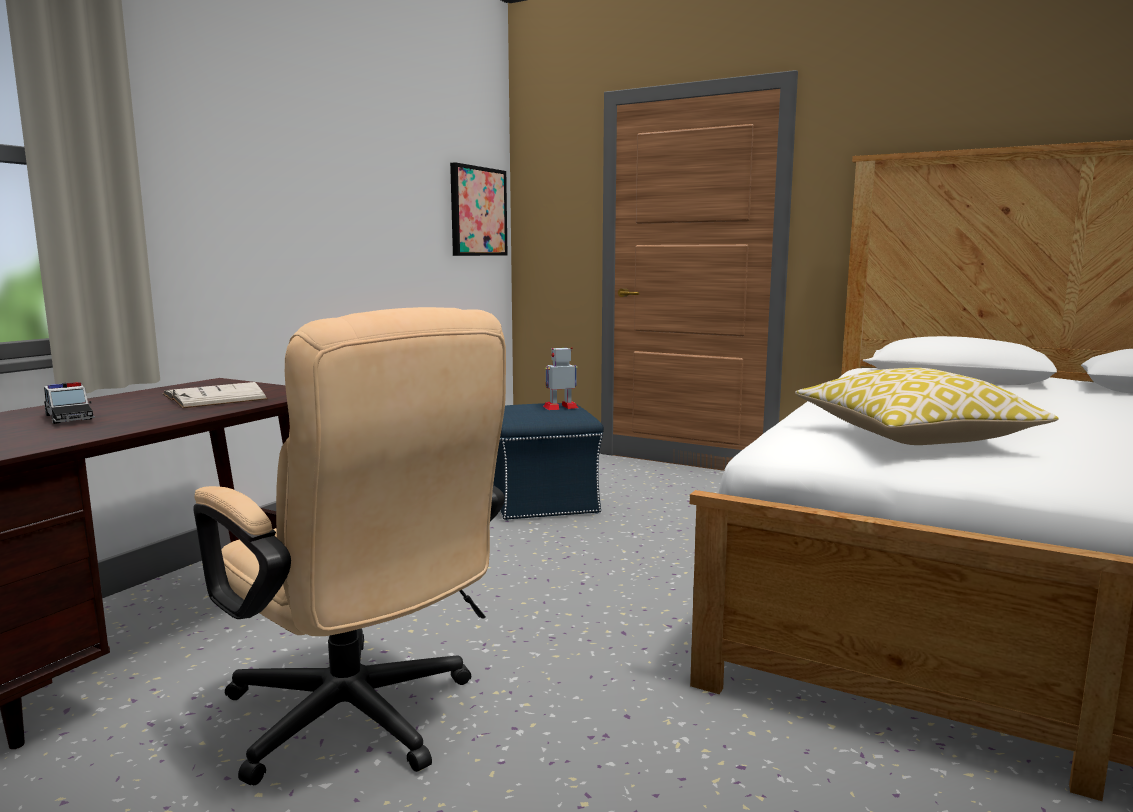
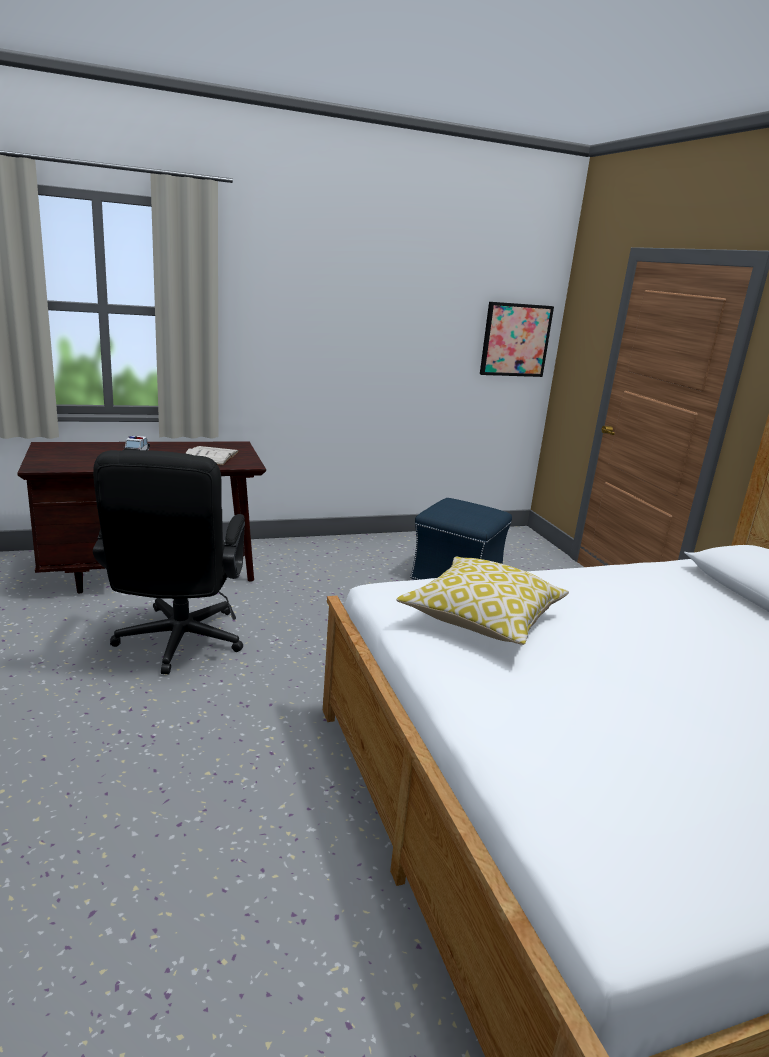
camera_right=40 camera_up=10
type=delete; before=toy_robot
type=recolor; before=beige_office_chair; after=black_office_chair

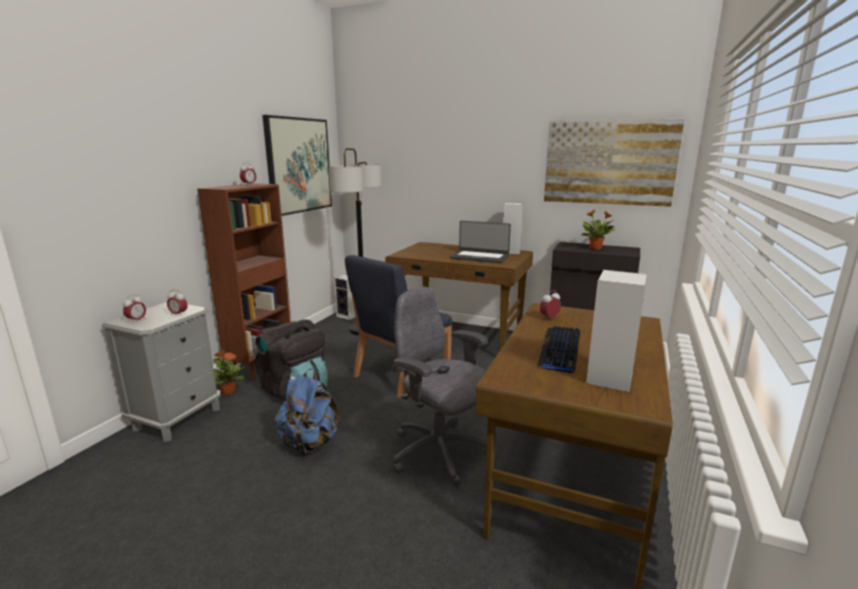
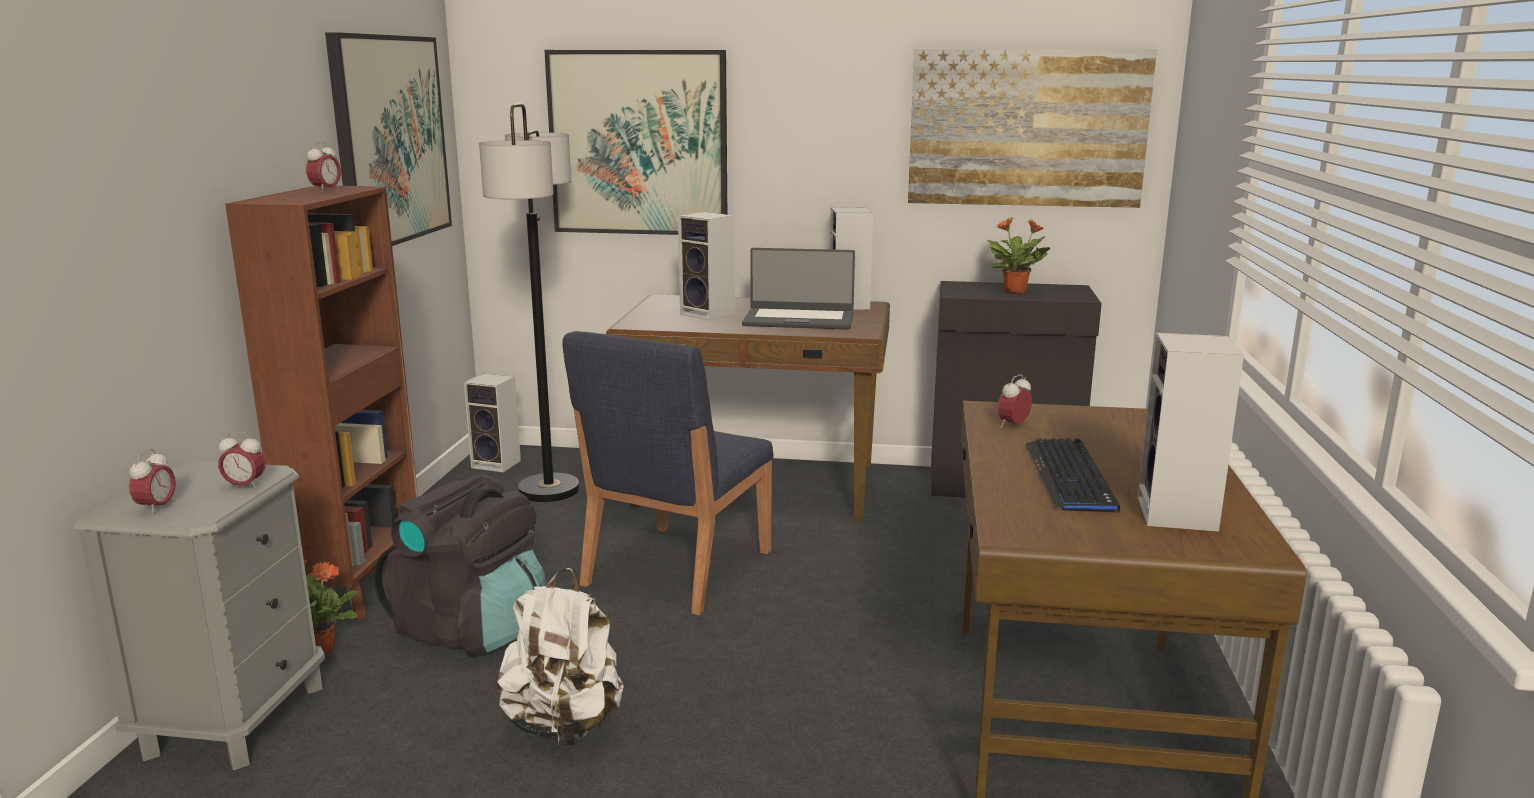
camera_right=-15 camera_up=0
type=delete; before=grey_office_chair
type=insert; after=picture (2nd from left)
type=insert; after=speaker (2nd from left)
type=recolor; before=blue_backpack; after=white_backpack

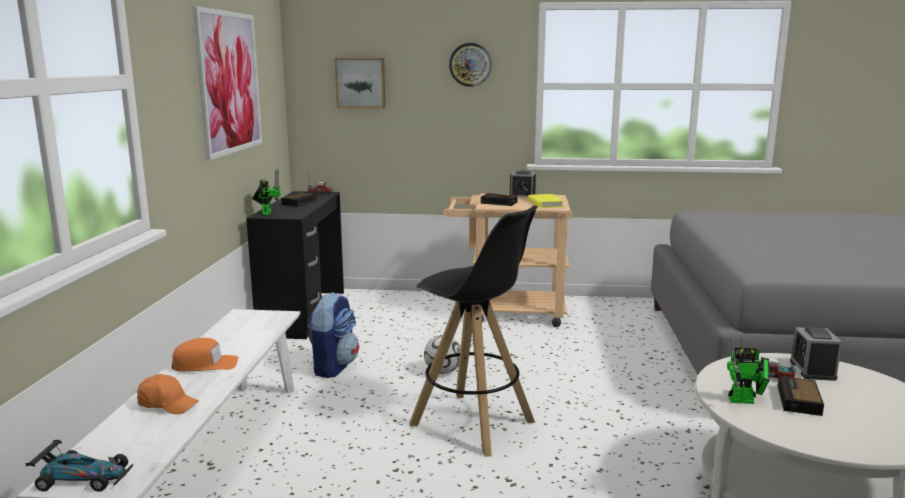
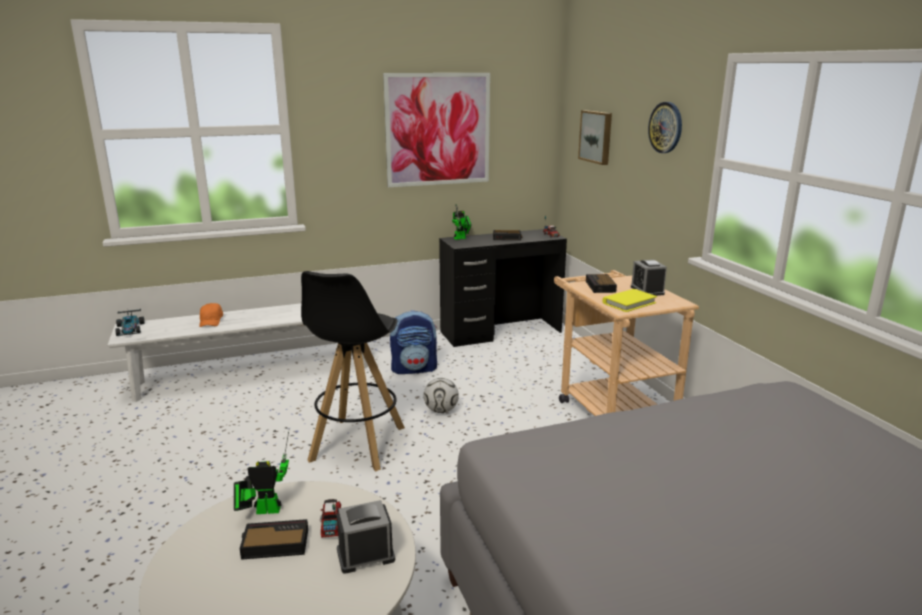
camera_right=65 camera_up=5
type=delete; before=orange_cap (2nd from left)
type=rotate; before=toy_robot (2nd from left in the first image); turn=105

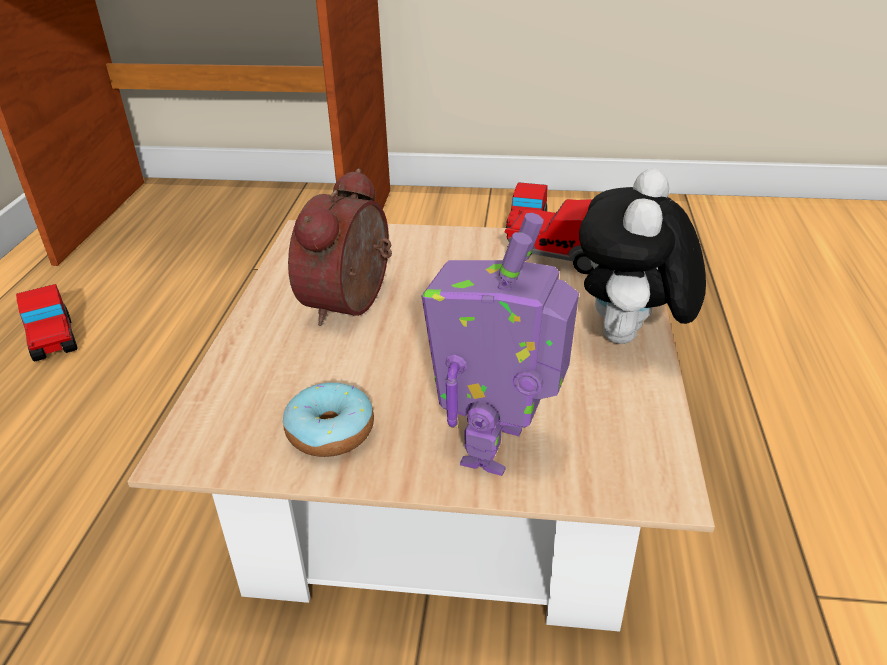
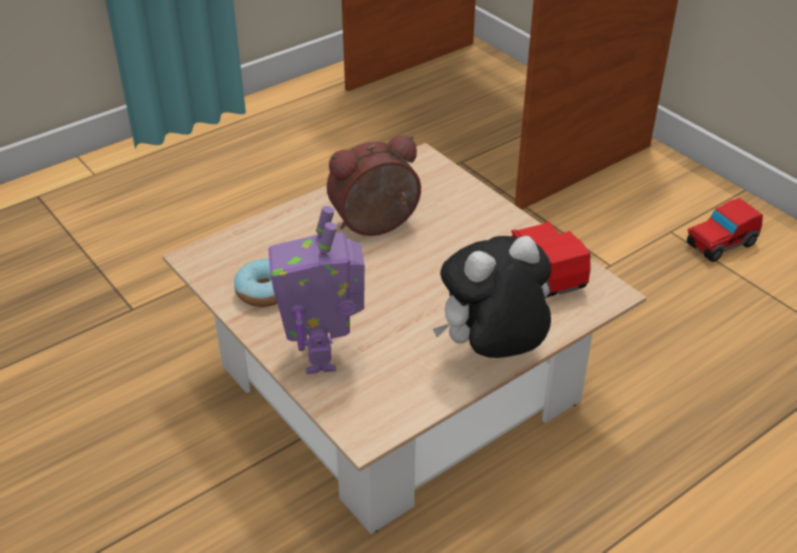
camera_right=45 camera_up=5
type=delete; before=toy_car (1st from left)
type=rotate; before=toy_robot; turn=-75

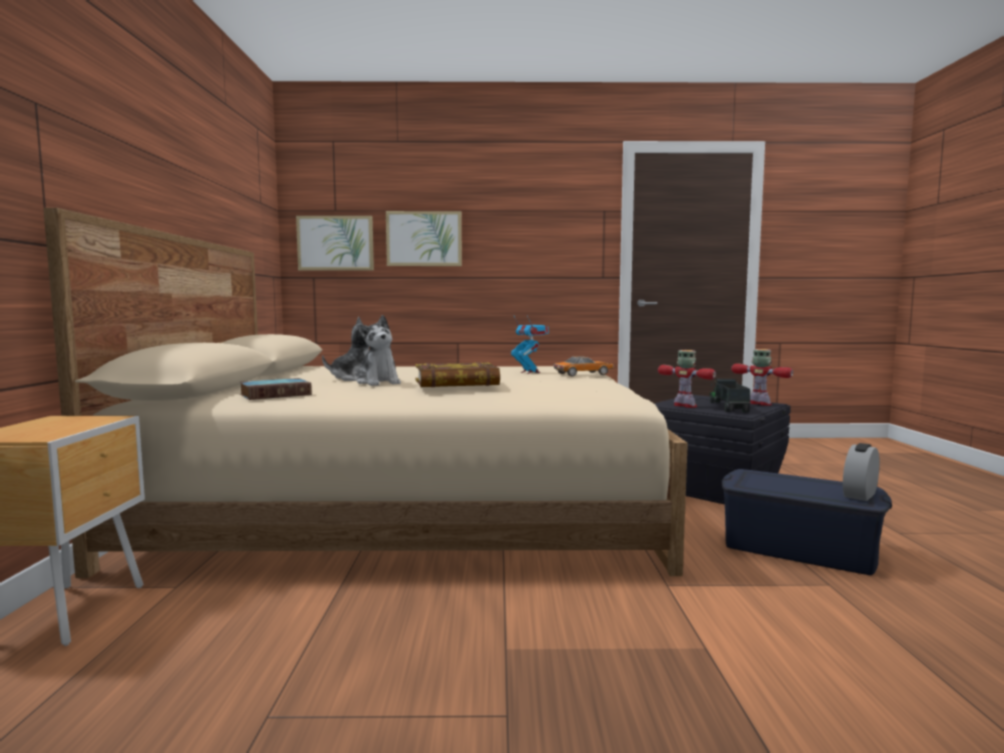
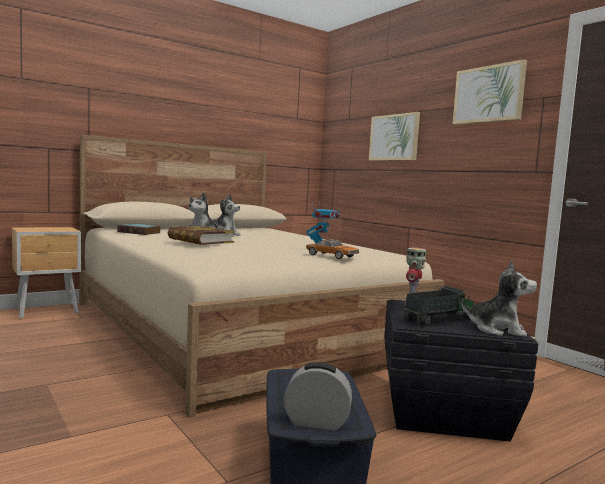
camera_right=55 camera_up=0
type=move; before=picture (1st from left in the first image); after=picture (2nd from left)
type=replace; before=toy_robot (3rd from left); after=plush_toy (3rd from left)

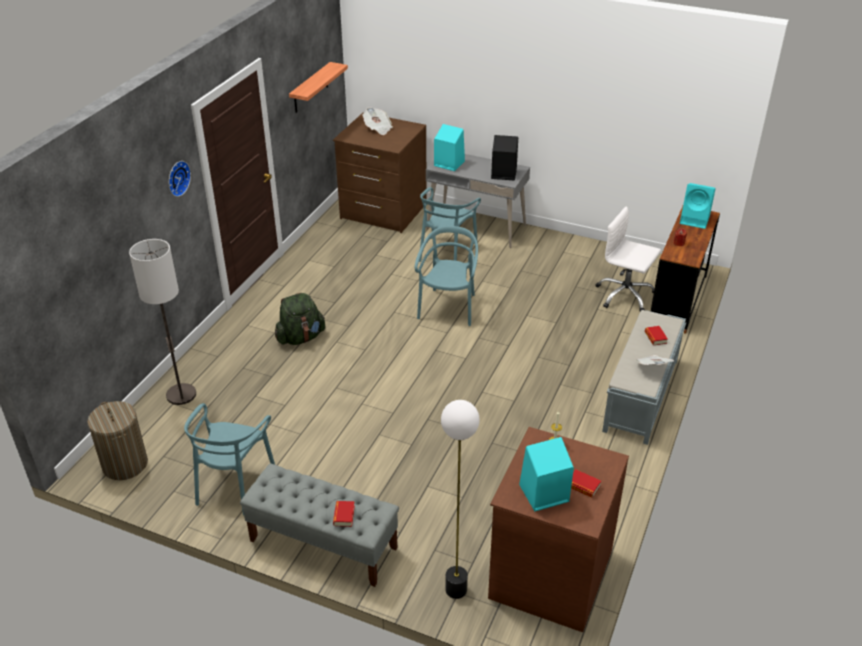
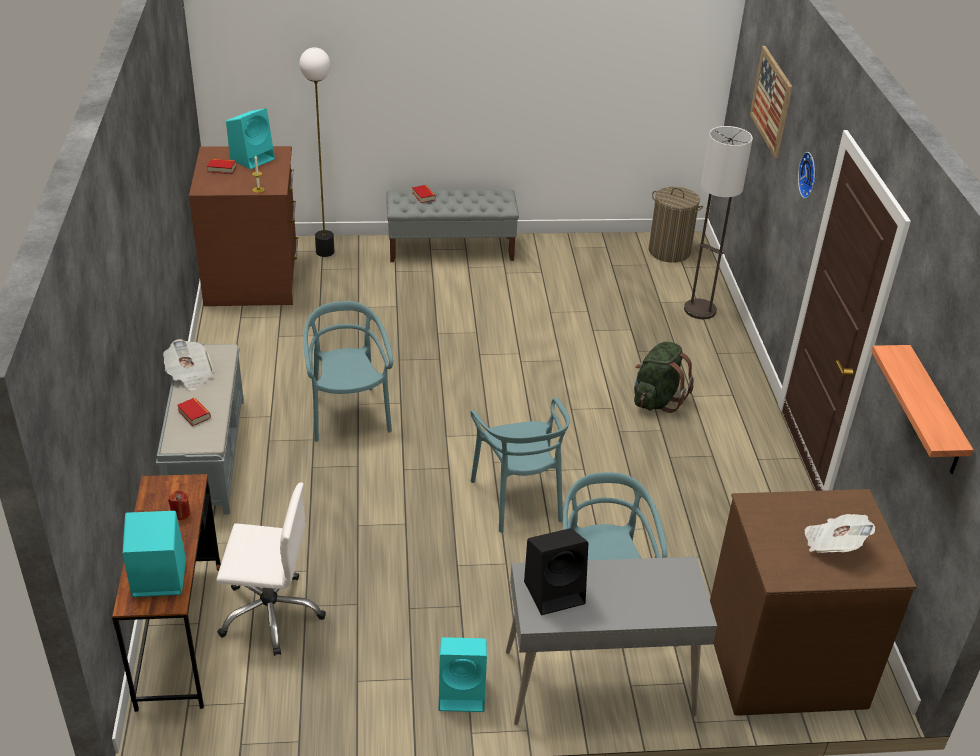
camera_right=150 camera_up=0
type=insert; after=picture
type=move; before=turquoise_chair (1st from left)
type=move; before=turquoise_speaker (1st from left in the first image); after=turquoise_speaker (3rd from left)

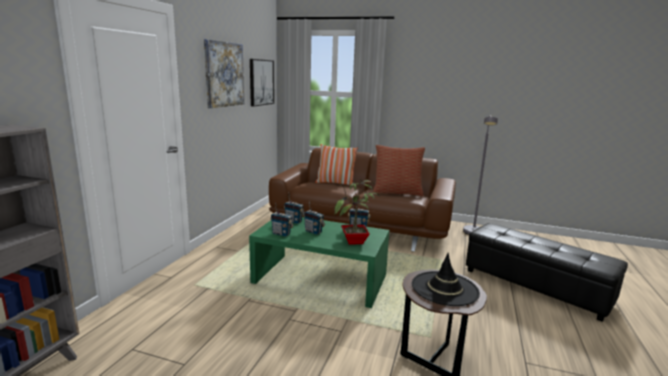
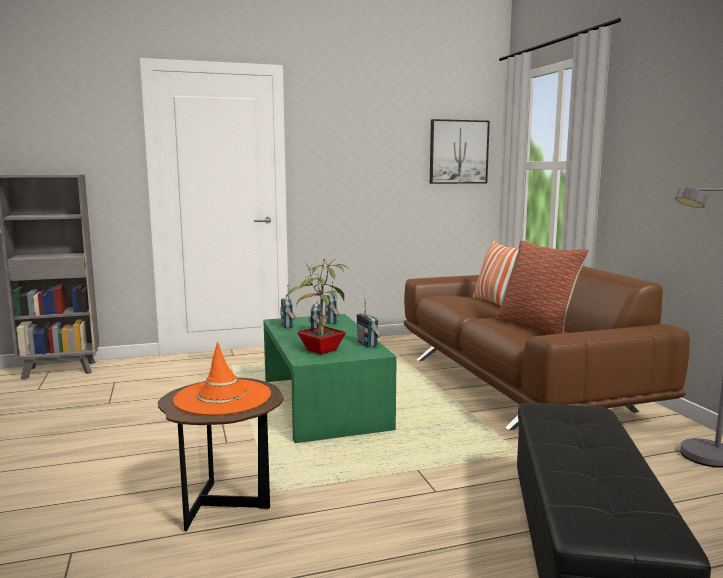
camera_right=55 camera_up=-5
type=delete; before=picture (1st from left)
type=recolor; before=black_hat; after=orange_hat

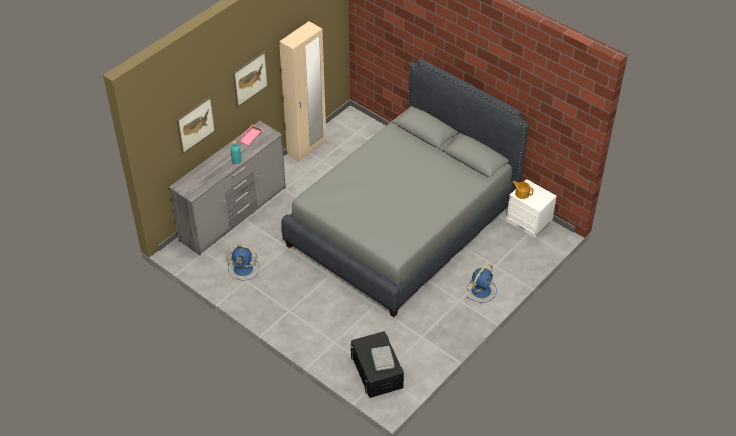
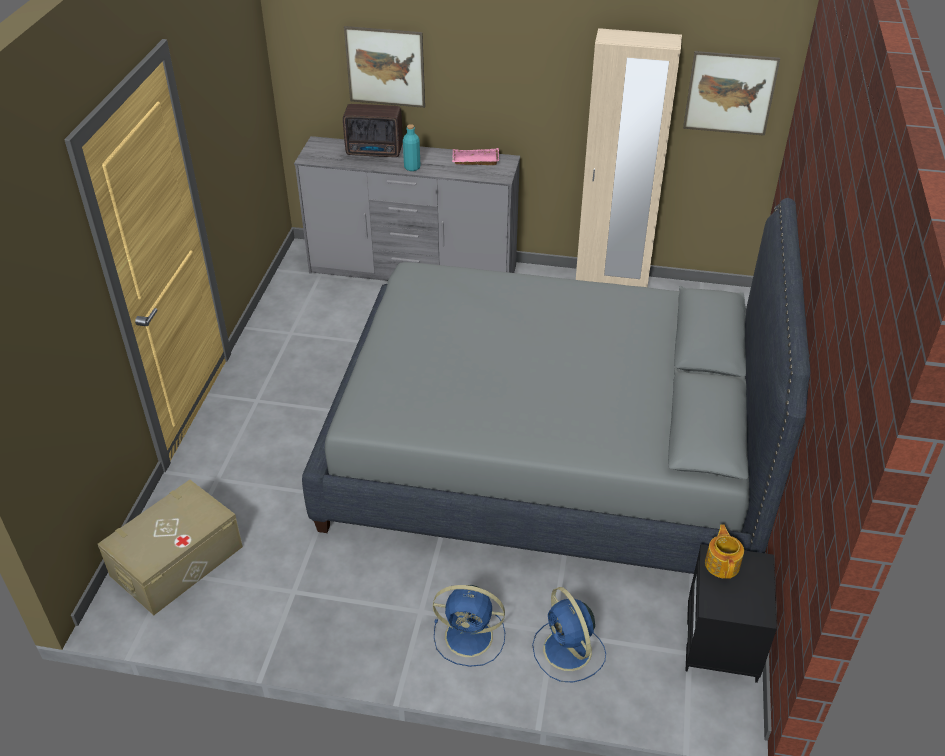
camera_right=60 camera_up=-5
type=delete; before=grey_book
type=insert; after=radio
type=move; before=blue_fan (1st from left in the first image); after=blue_fan (2nd from left)
type=move; before=picture (2nd from left)
type=recolor; before=black_storage_box; after=beige_storage_box
type=recolor; before=white_nightstand; after=black_nightstand

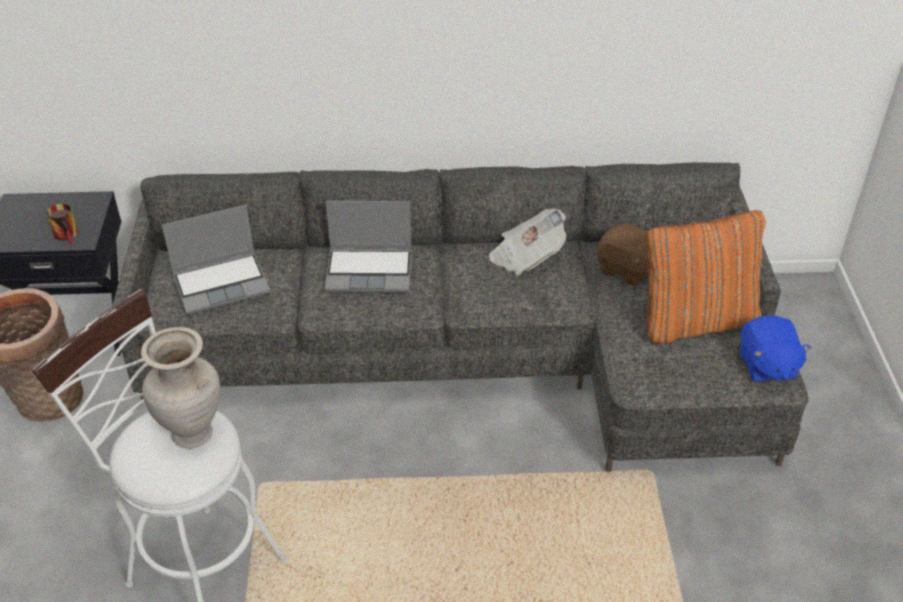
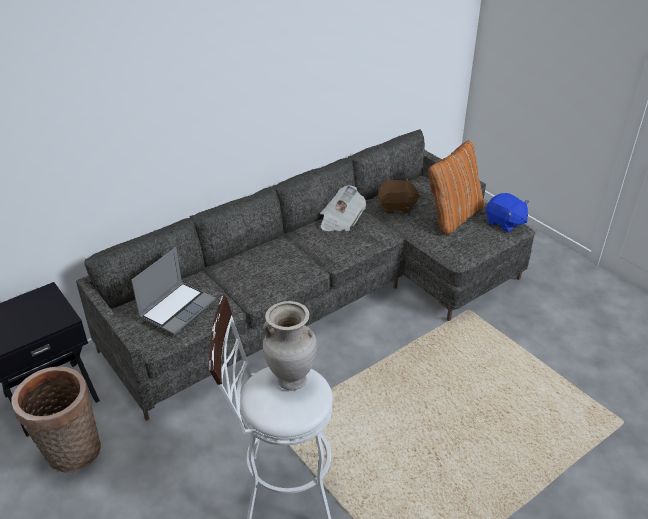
camera_right=-35 camera_up=-5
type=delete; before=mug
type=delete; before=laptop (2nd from left)

